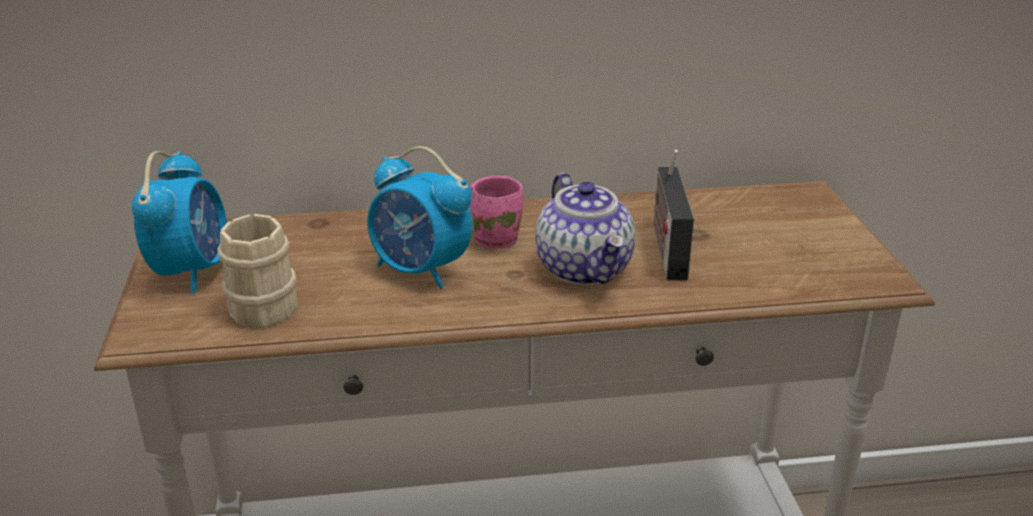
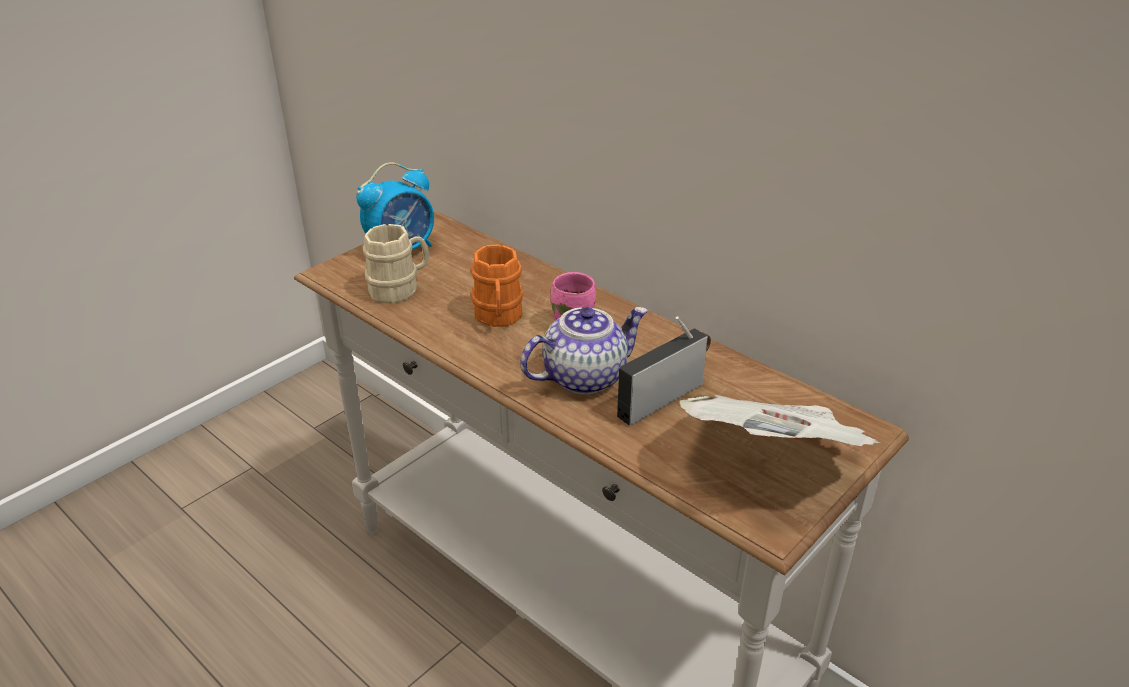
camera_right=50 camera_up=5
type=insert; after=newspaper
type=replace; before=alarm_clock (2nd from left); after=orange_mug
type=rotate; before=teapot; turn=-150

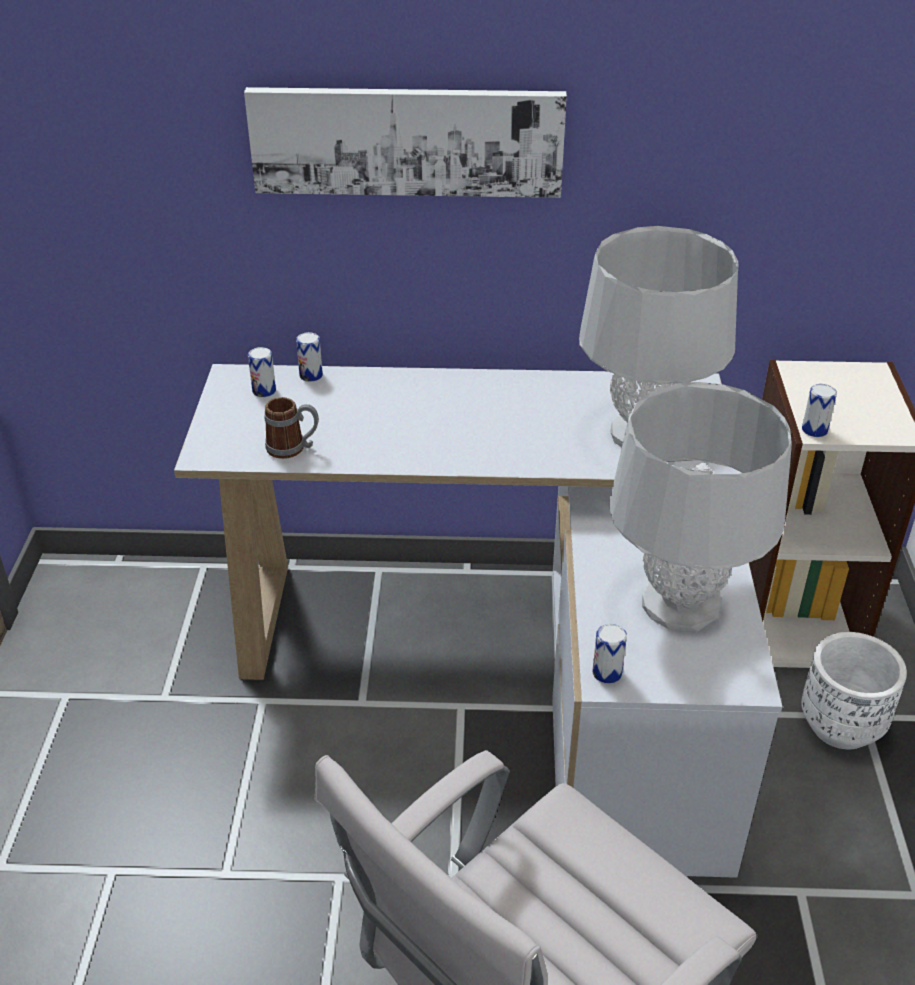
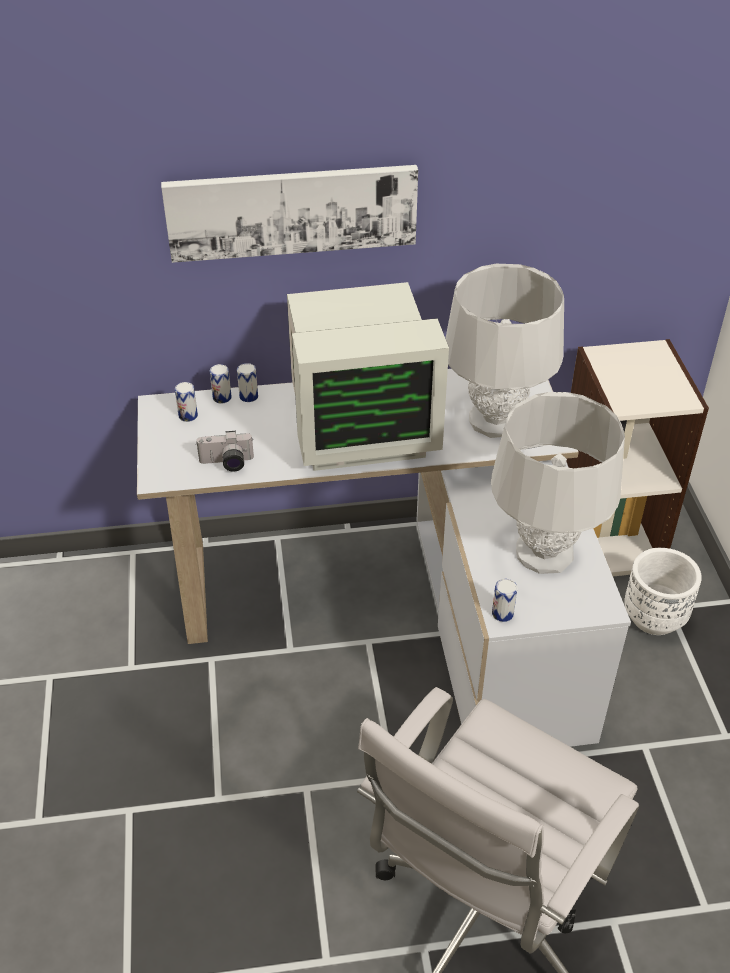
camera_right=-10 camera_up=5
type=insert; after=monitor
type=move; before=can (4th from left in the first image); after=can (3rd from left)
type=replace; before=mug; after=photo_camera

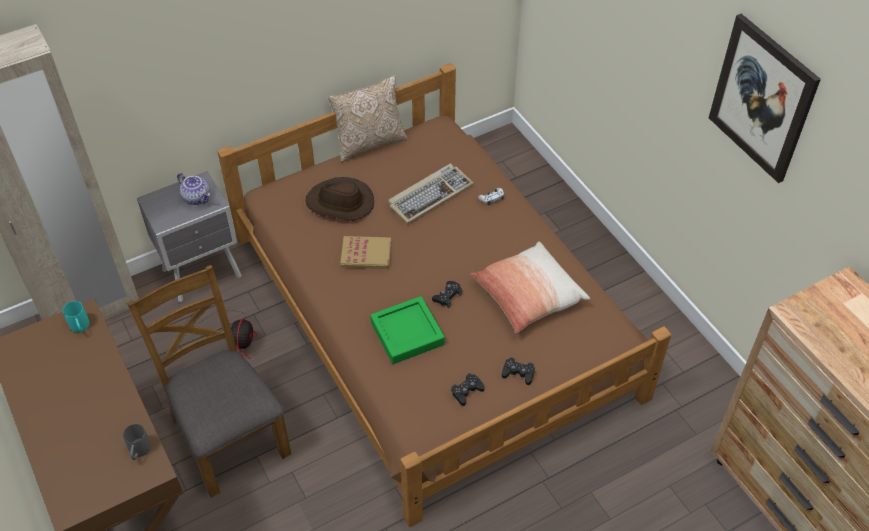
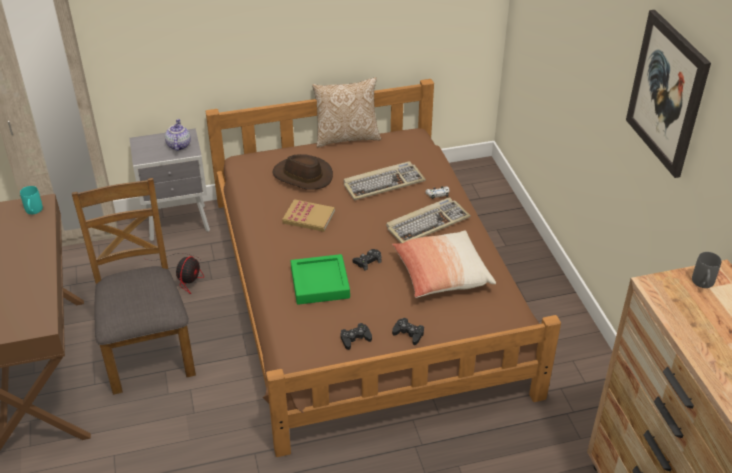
camera_right=15 camera_up=-10
type=insert; after=keyboard (2nd from left)
type=move; before=grey_mug
type=rotate; before=teapot; turn=-150

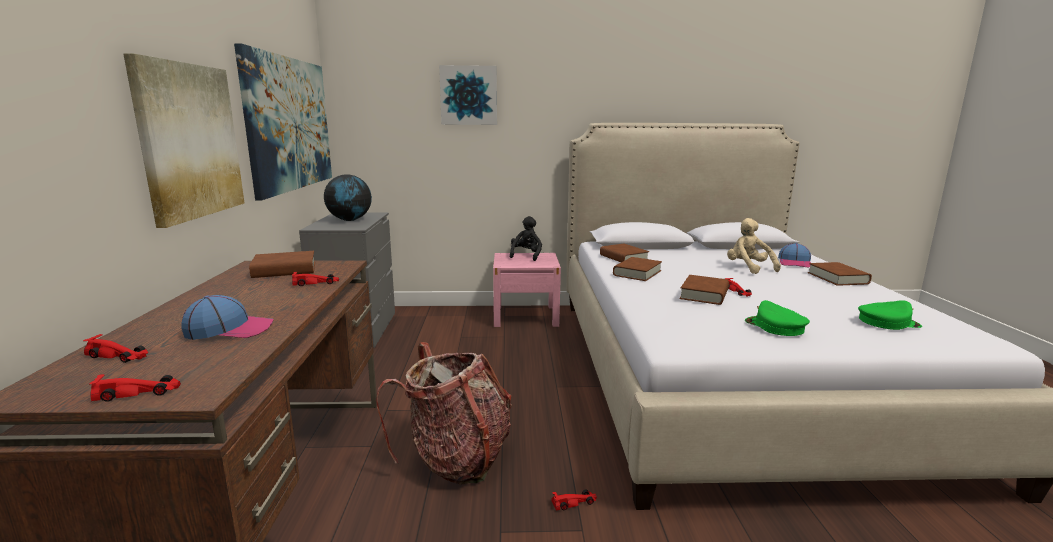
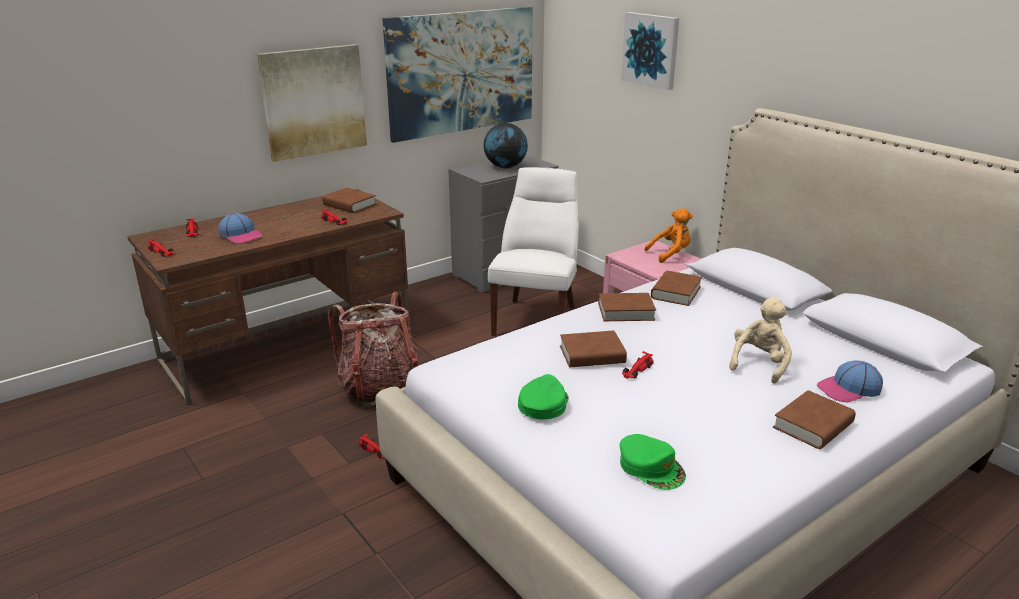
camera_right=55 camera_up=10
type=insert; after=white_chair
type=recolor; before=black_plush_toy; after=orange_plush_toy

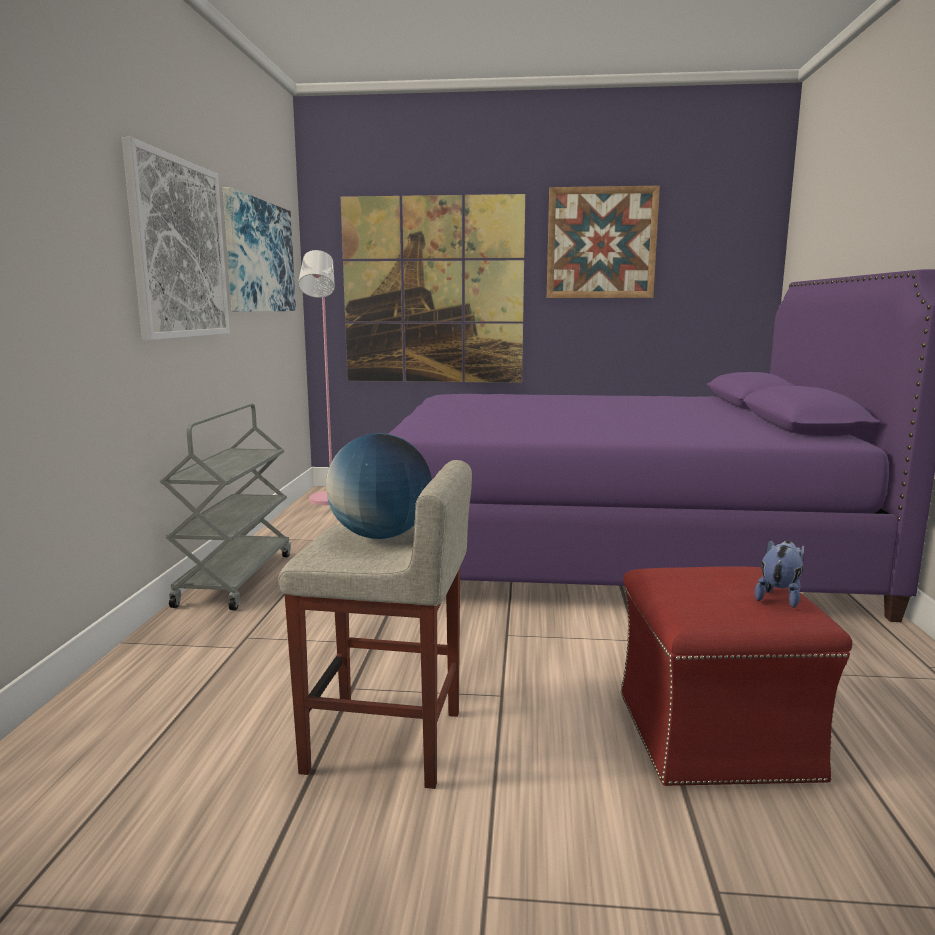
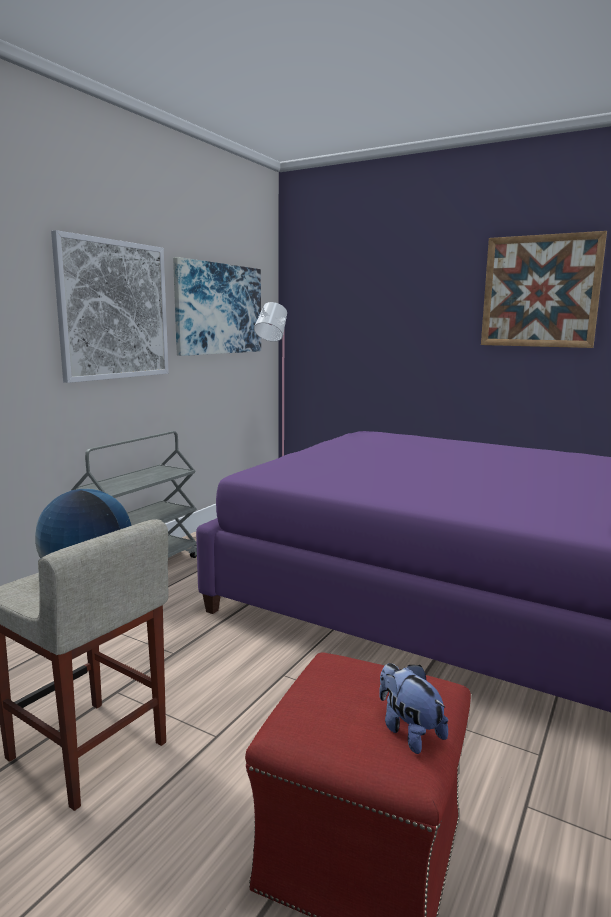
camera_right=25 camera_up=0
type=delete; before=picture (3rd from left)
type=rotate; before=plush_toy; turn=-90

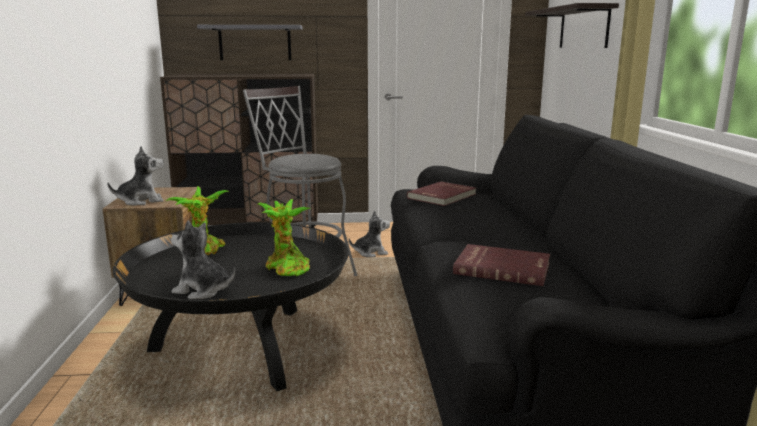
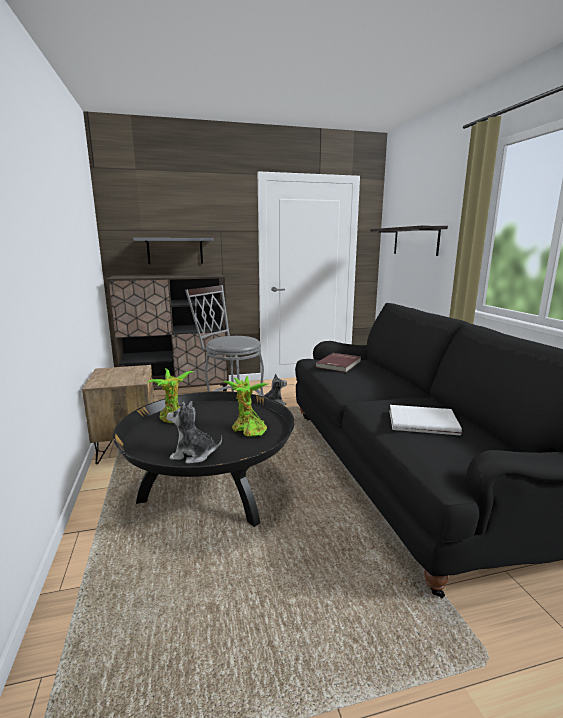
camera_right=-10 camera_up=0
type=delete; before=plush_toy (1st from left)
type=recolor; before=red_book (2nd from left); after=white_book

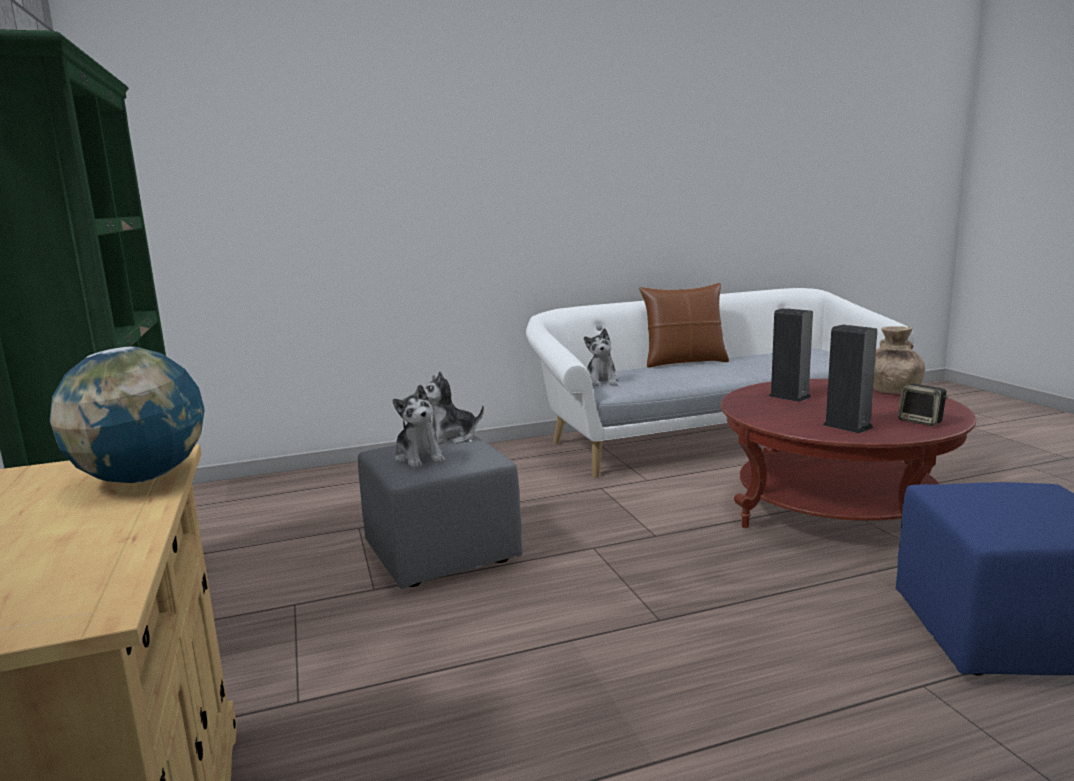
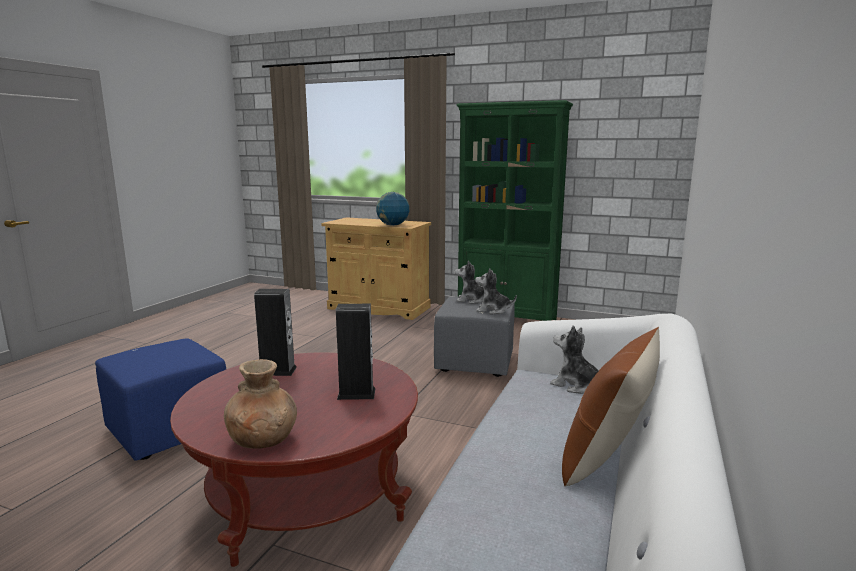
camera_right=130 camera_up=0
type=delete; before=speaker (3rd from left)
type=rotate; before=plush_toy (2nd from left); turn=-90

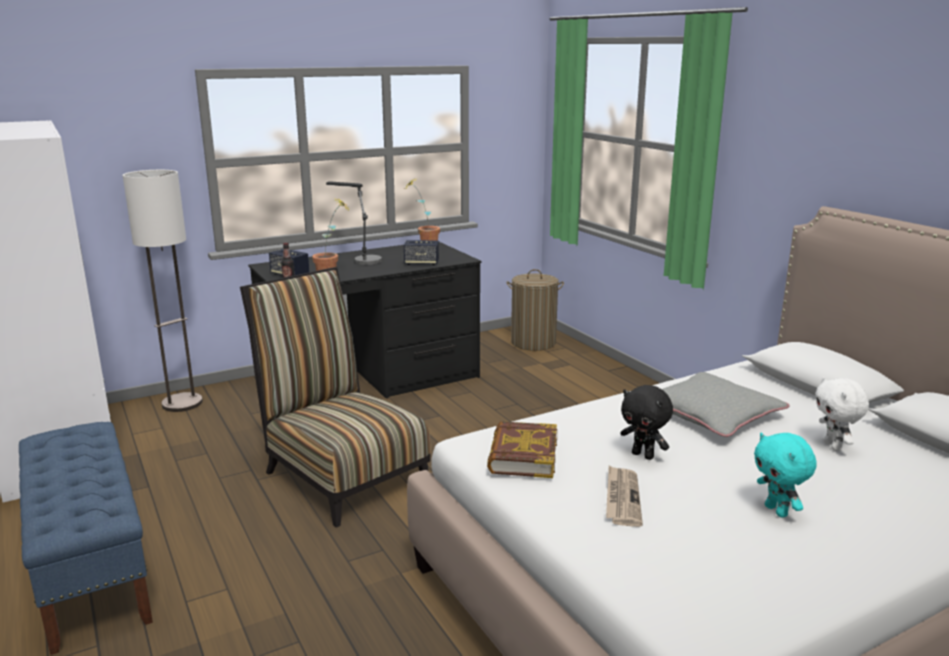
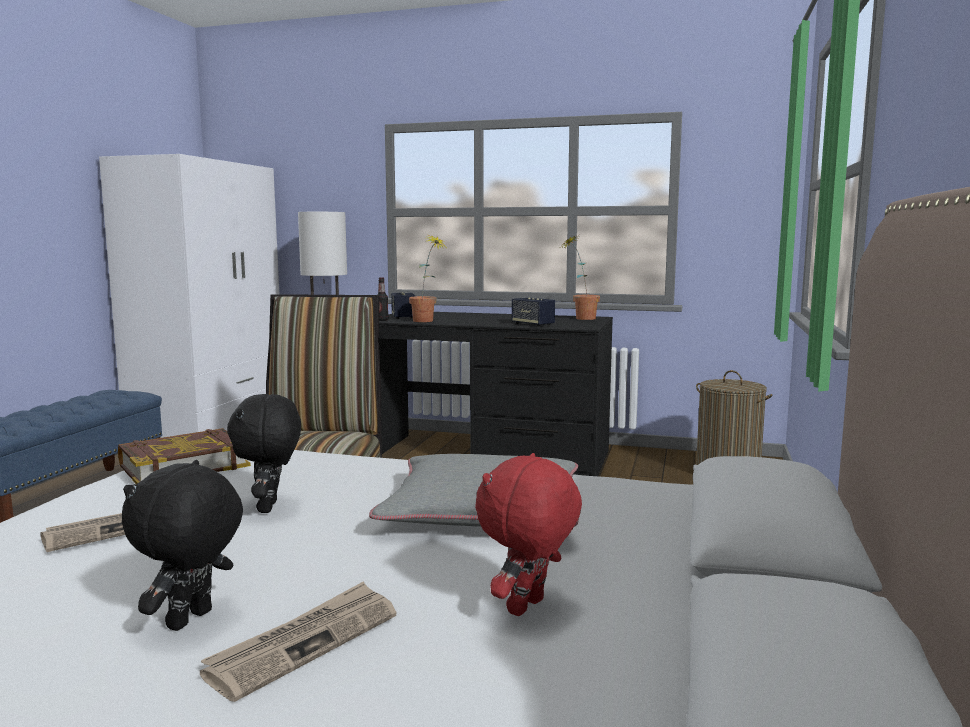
camera_right=45 camera_up=-10
type=delete; before=table_lamp
type=insert; after=newspaper (2nd from left)
type=recolor; before=turquoise_plush_toy; after=black_plush_toy (1st from left)
type=recolor; before=white_plush_toy; after=red_plush_toy

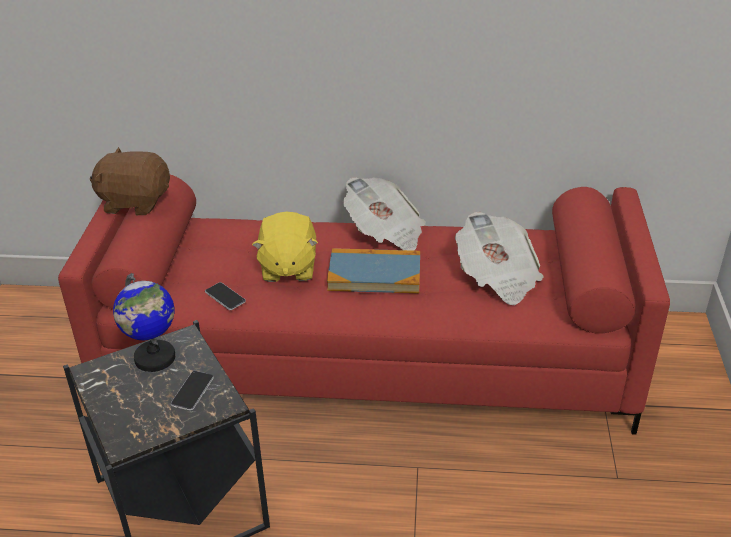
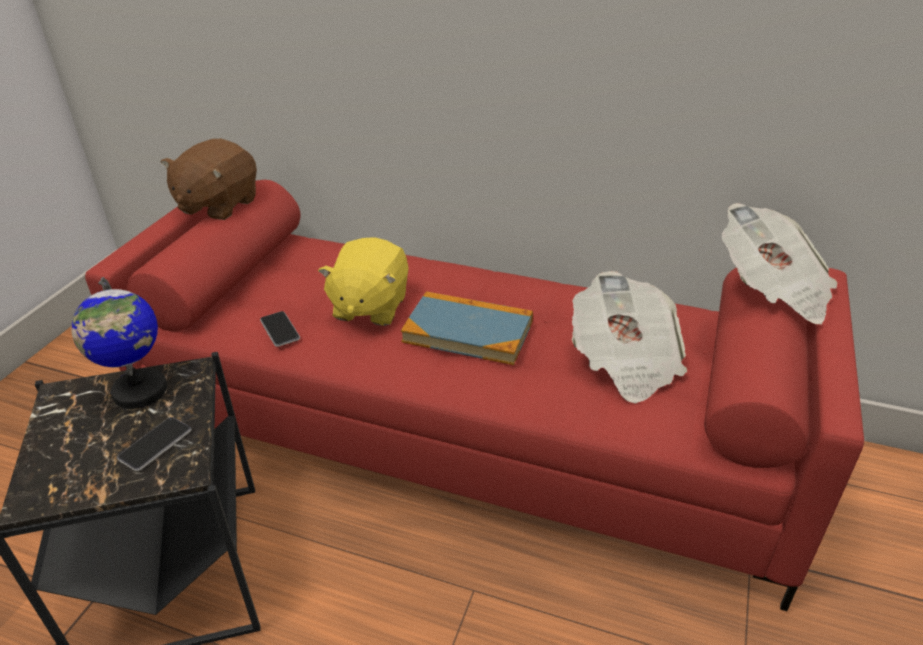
camera_right=15 camera_up=0
type=move; before=newspaper (1st from left in the first image); after=newspaper (2nd from left)
type=rotate; before=brown_plush_toy; turn=-90

